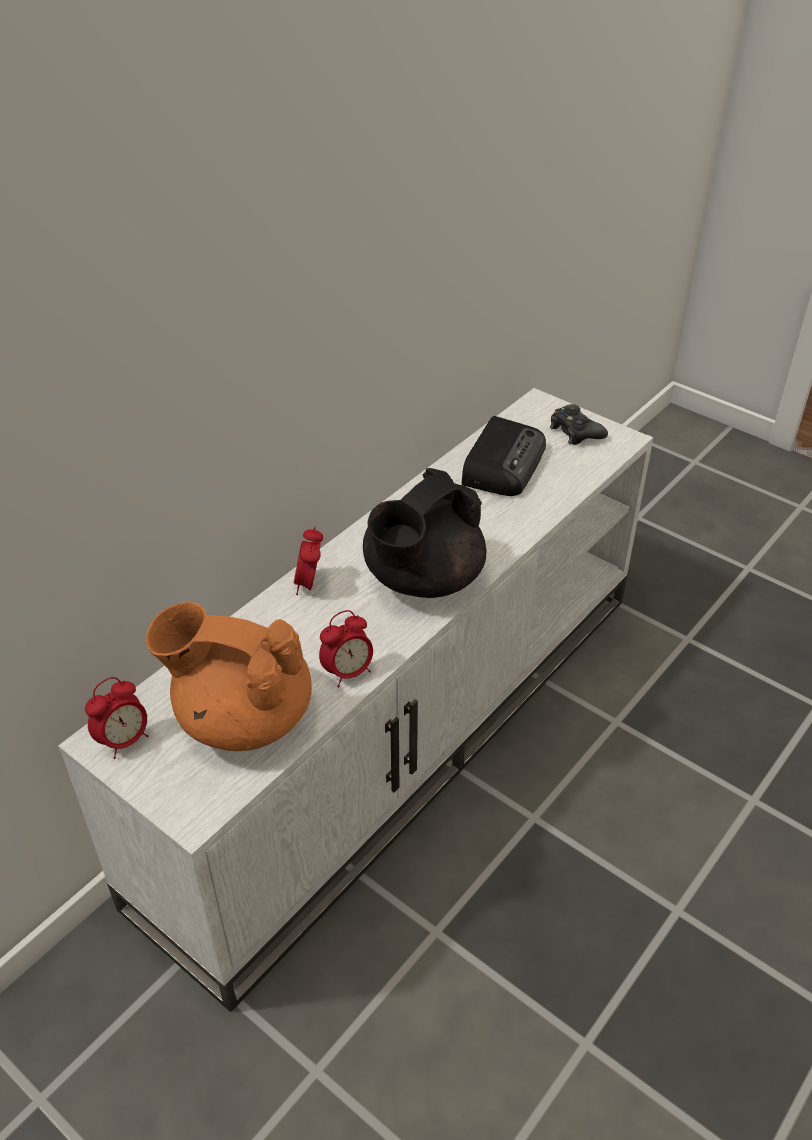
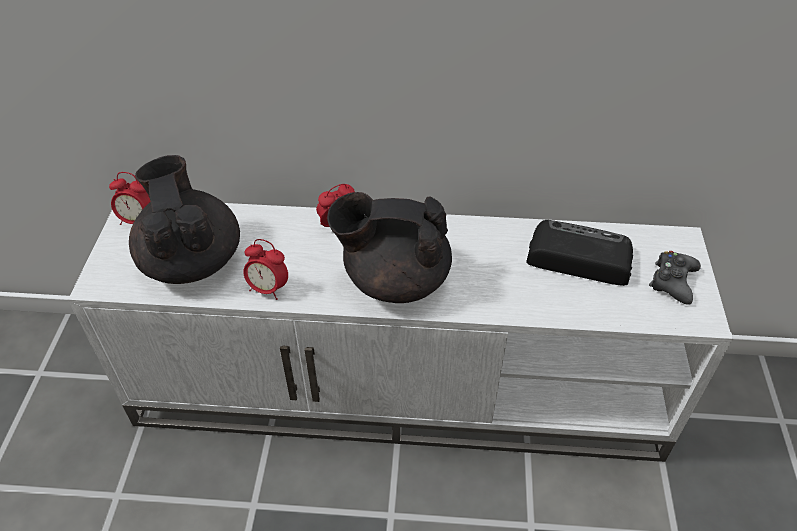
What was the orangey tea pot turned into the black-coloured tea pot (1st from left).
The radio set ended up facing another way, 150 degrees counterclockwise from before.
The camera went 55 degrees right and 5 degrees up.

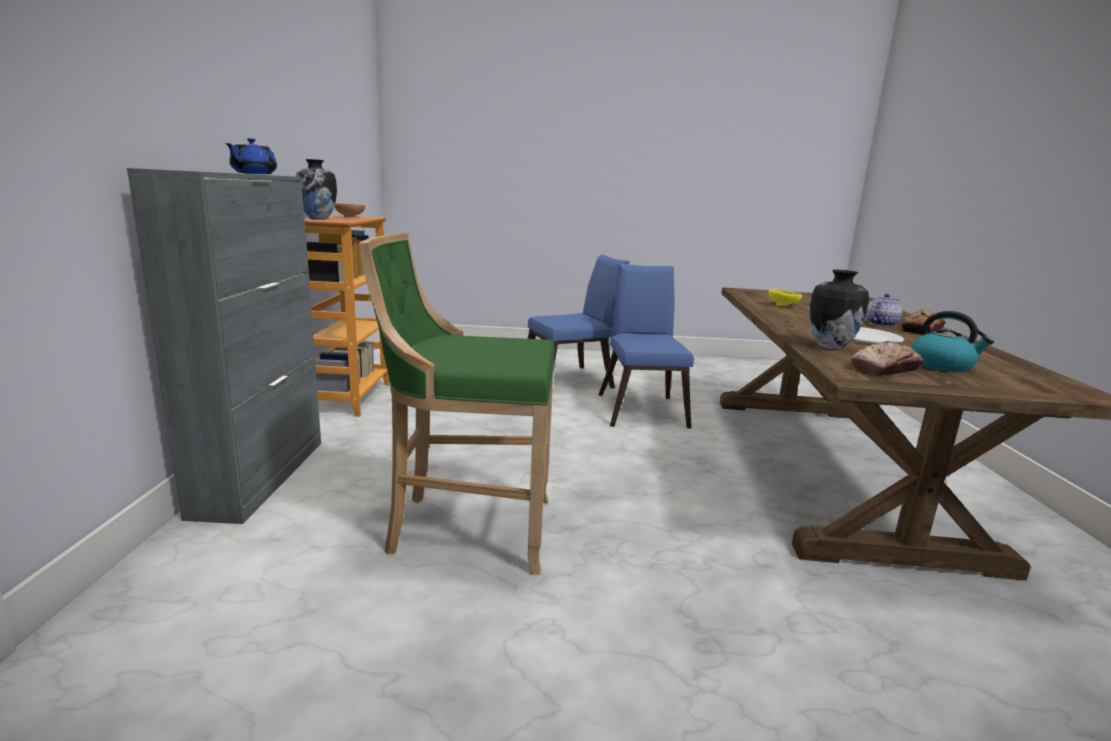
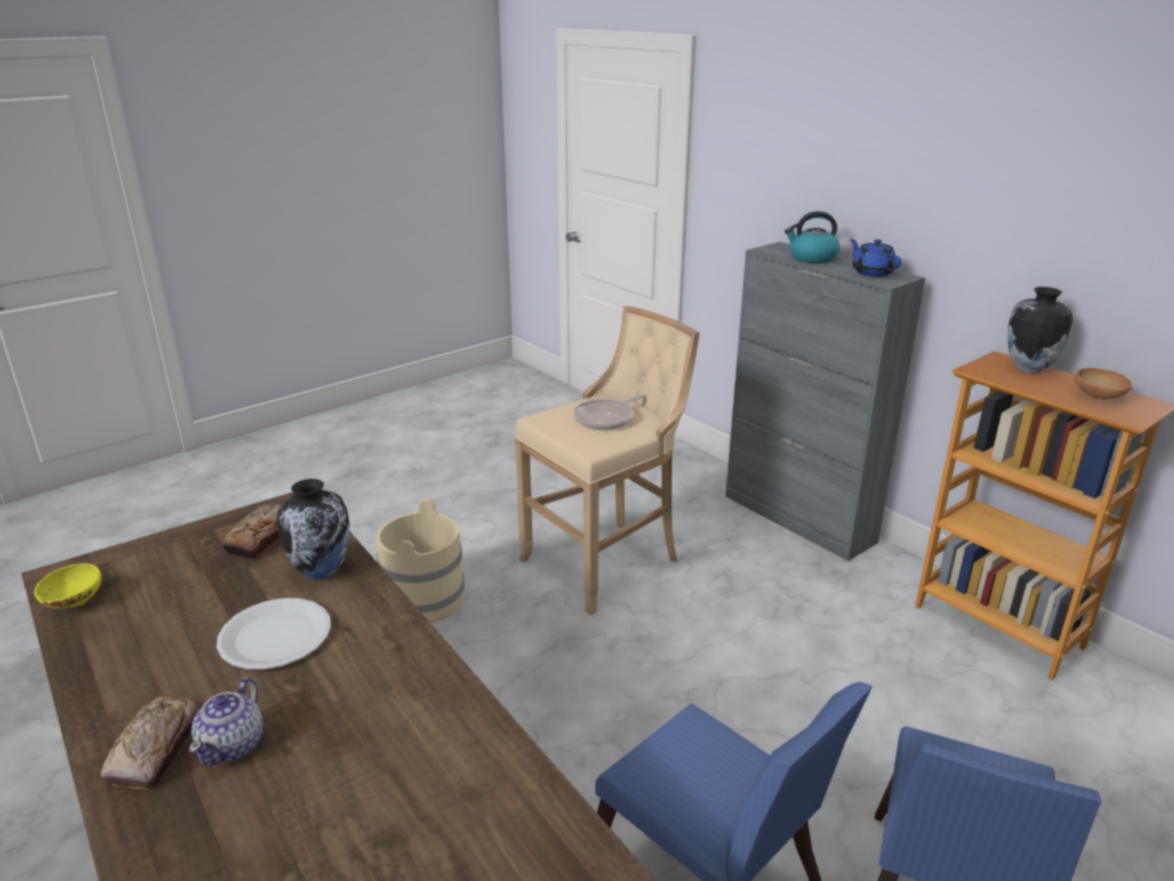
What was the greenish sitting stool turned into the sand-coloured sitting stool.
The yellow serving bowl ended up elsewhere.
The water kettle ended up elsewhere.
The second view gained the sand-coloured bucket.
The second view gained the frying pan.
The camera went 140 degrees right and 10 degrees up.

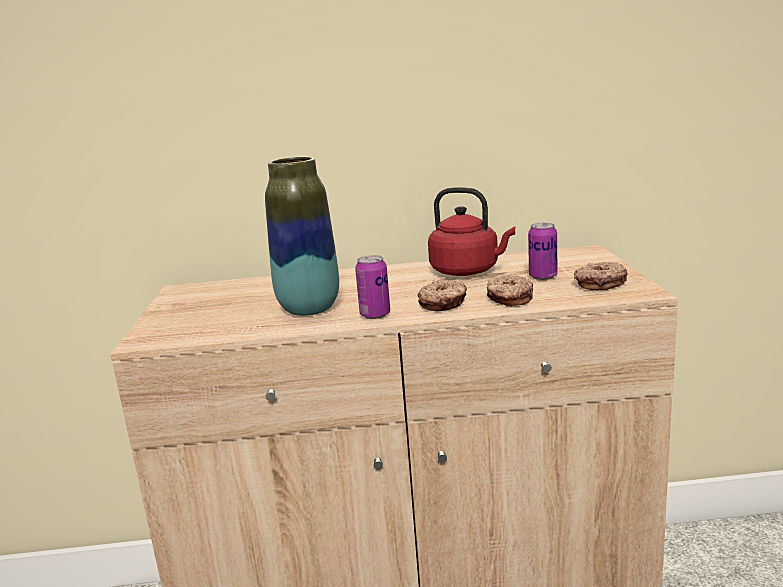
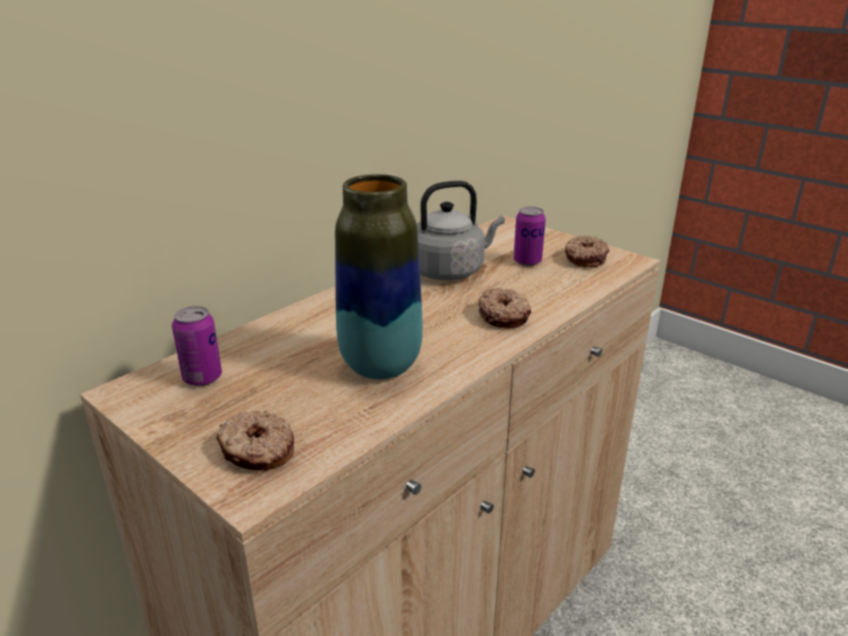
The can (1st from left) ended up elsewhere.
What was the reddish water kettle turned into the gray water kettle.
The doughnut (2nd from left in the first image) ended up elsewhere.
The camera went 45 degrees left and 10 degrees up.

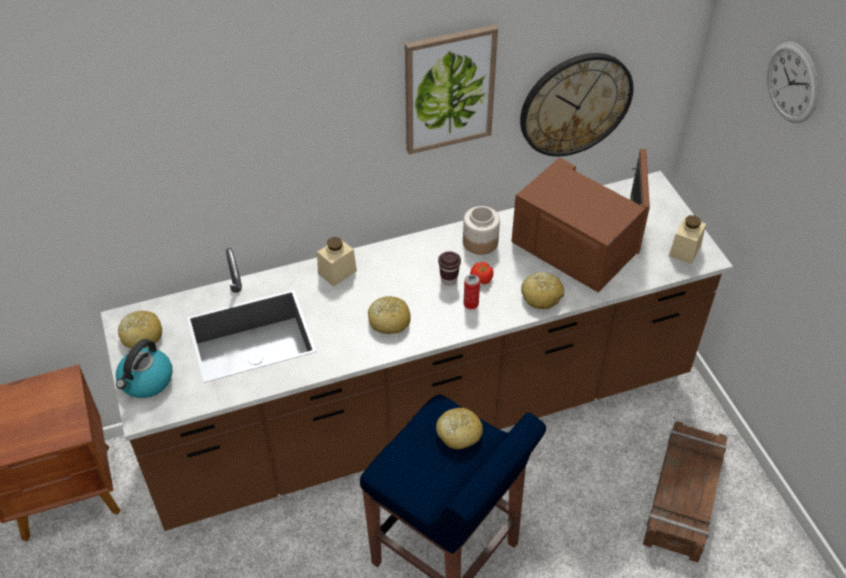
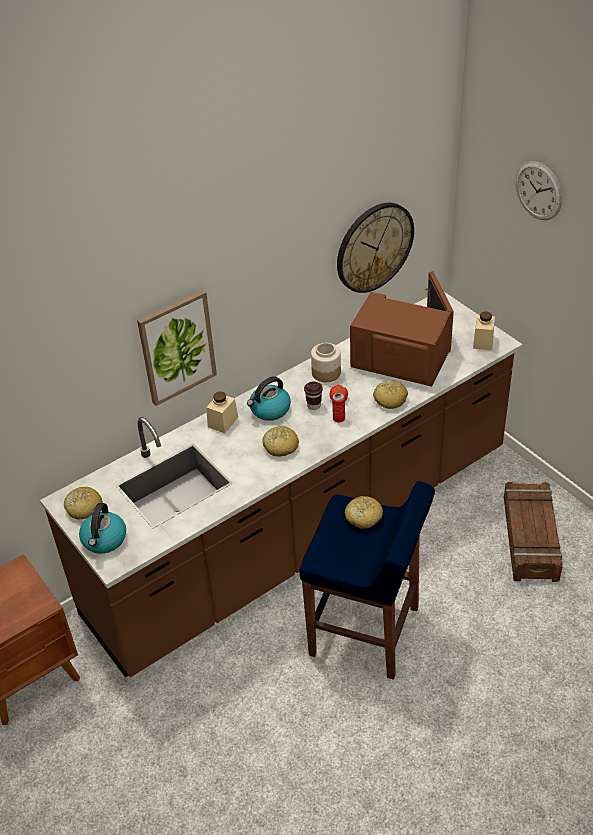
The picture ended up elsewhere.
The second view gained the water kettle (2nd from left).
The camera went 15 degrees left and 5 degrees down.

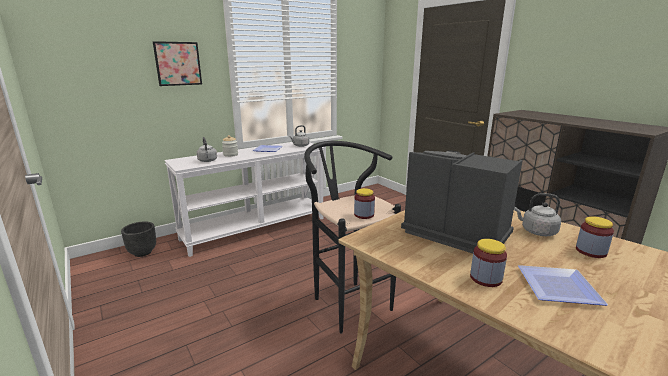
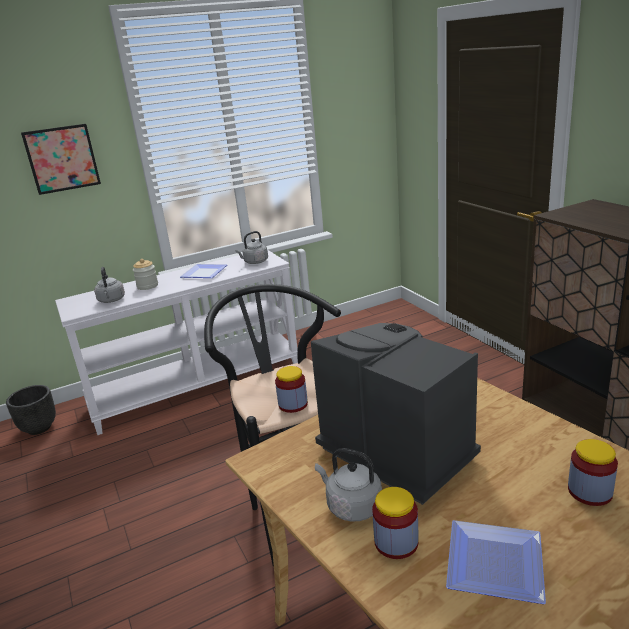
The gray water kettle (3rd from left) ended up elsewhere.
The camera went 10 degrees right and 5 degrees up.

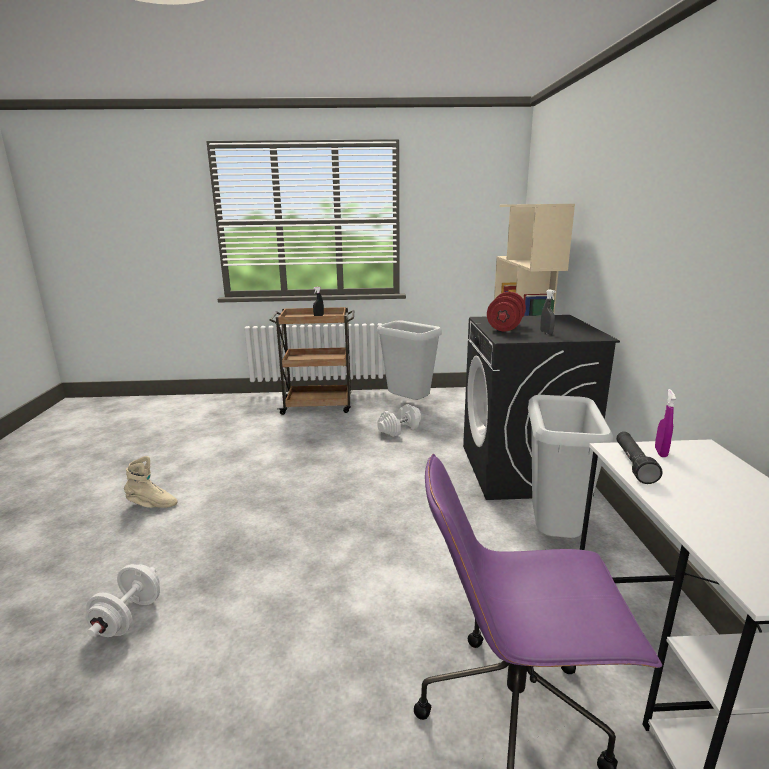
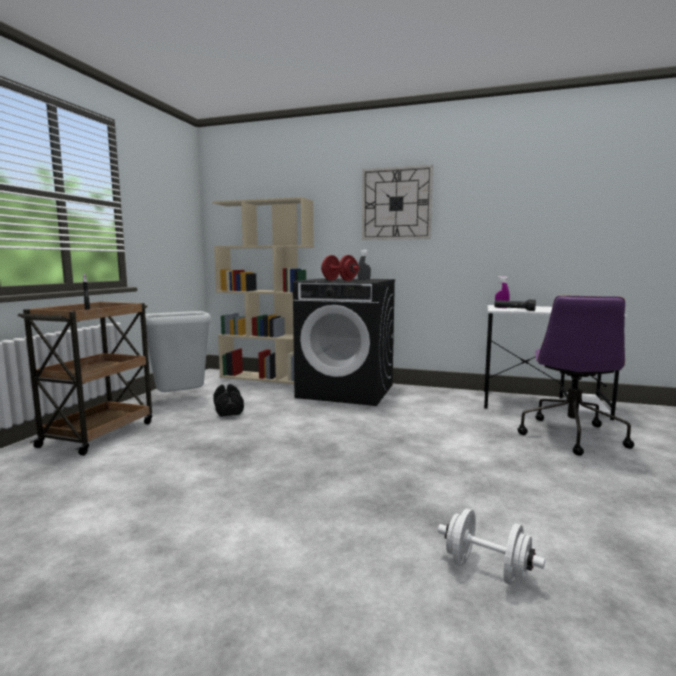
The second view lost the sand-coloured high-top boot.
What was the white free weight (2nd from left) turned into the black-coloured free weight.
The second view lost the gray trash can (2nd from left).
The second view gained the clock on the wall.
The camera went 70 degrees left and 10 degrees down.

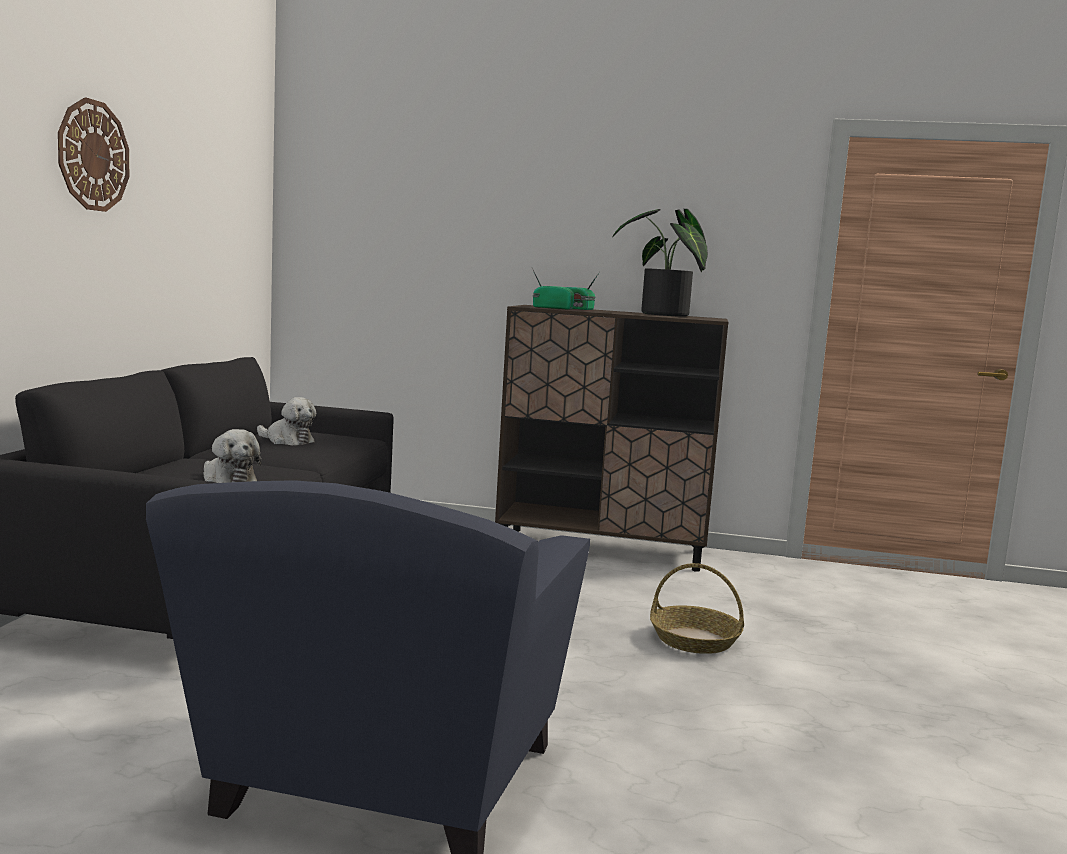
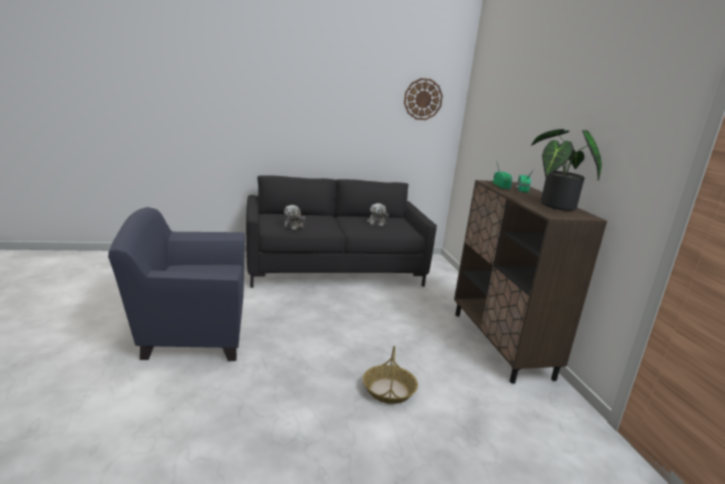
The clock on the wall ended up elsewhere.
The camera went 65 degrees right and 10 degrees up.

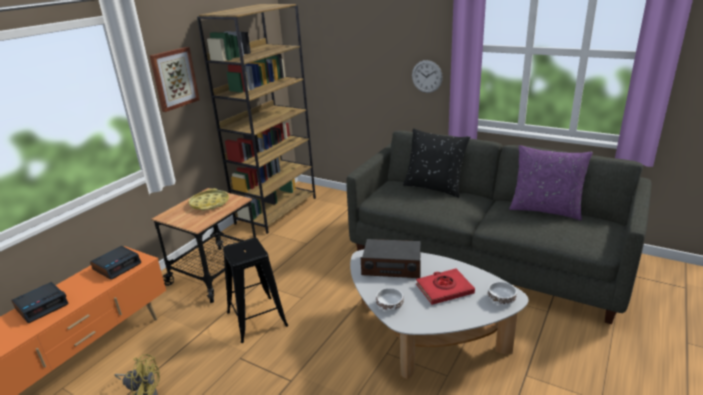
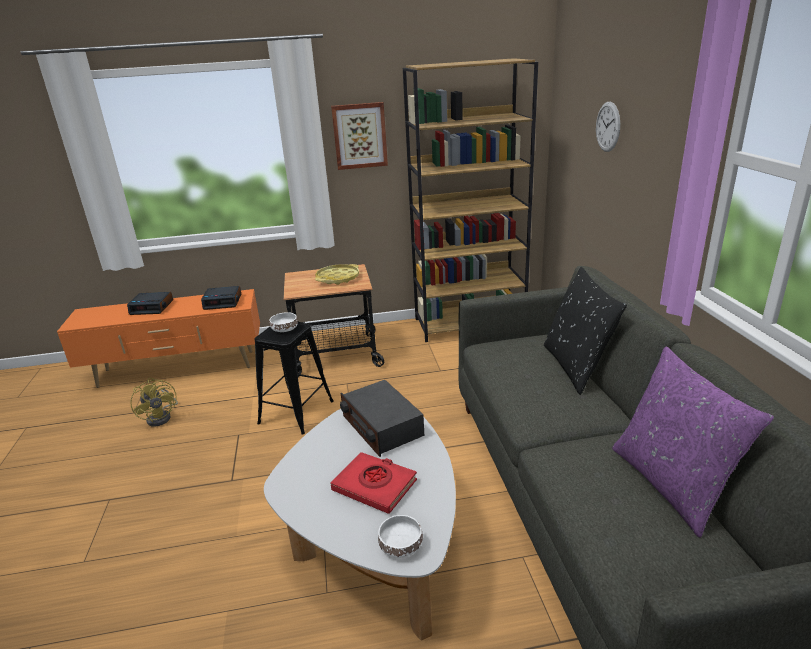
The white serving bowl (1st from left) ended up elsewhere.
The clock on the wall ended up elsewhere.
The camera went 50 degrees right and 0 degrees up.

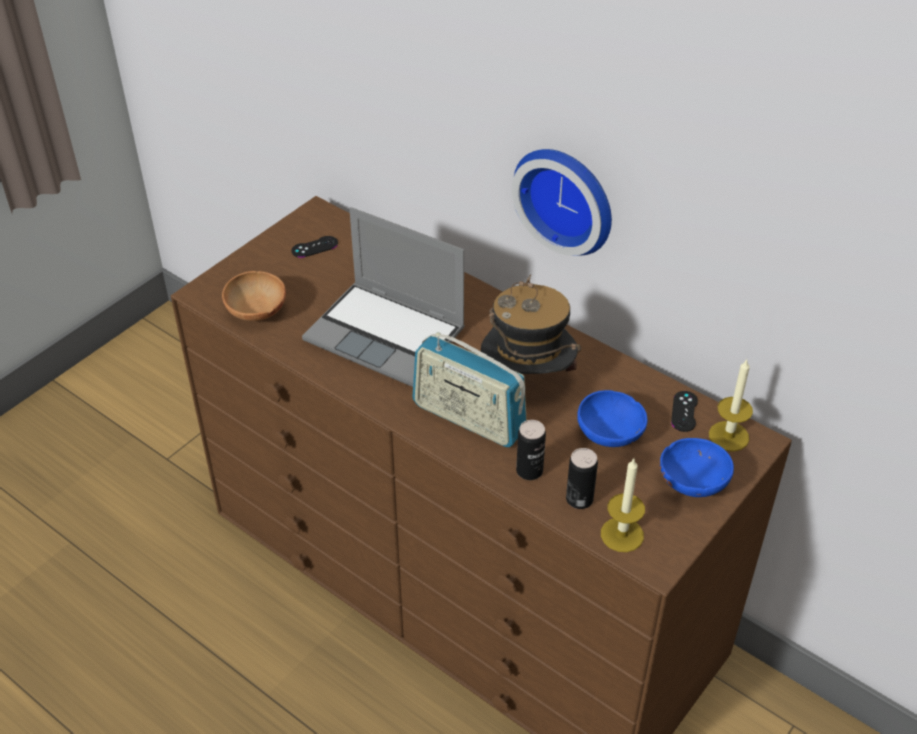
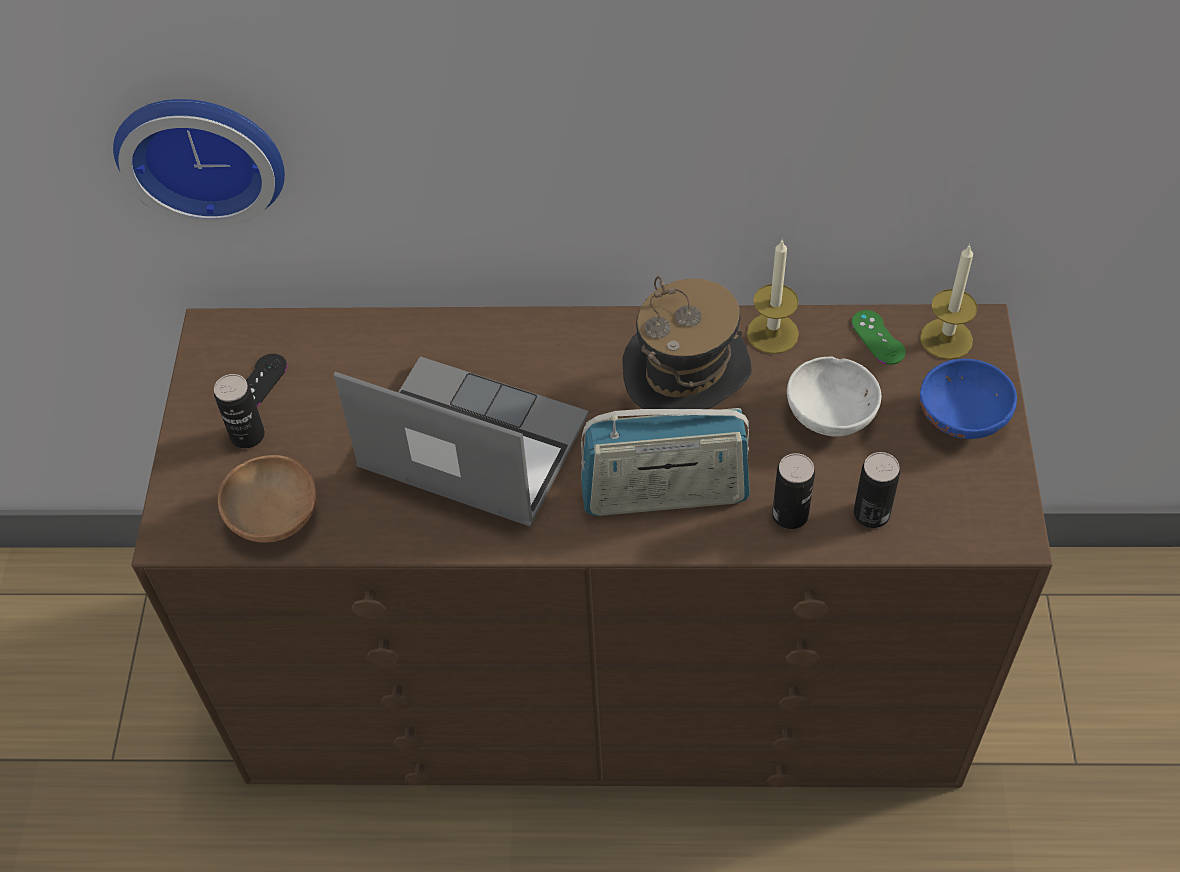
The portable computer ended up facing another way, 150 degrees counterclockwise from before.
The clock on the wall ended up elsewhere.
What was the blue-coloured serving bowl (1st from left) turned into the white serving bowl.
The wax light (1st from left) ended up elsewhere.
What was the black-coloured gamepad (2nd from left) turned into the greenish gamepad.
The second view gained the can (1st from left).
The camera went 35 degrees left and 10 degrees up.

